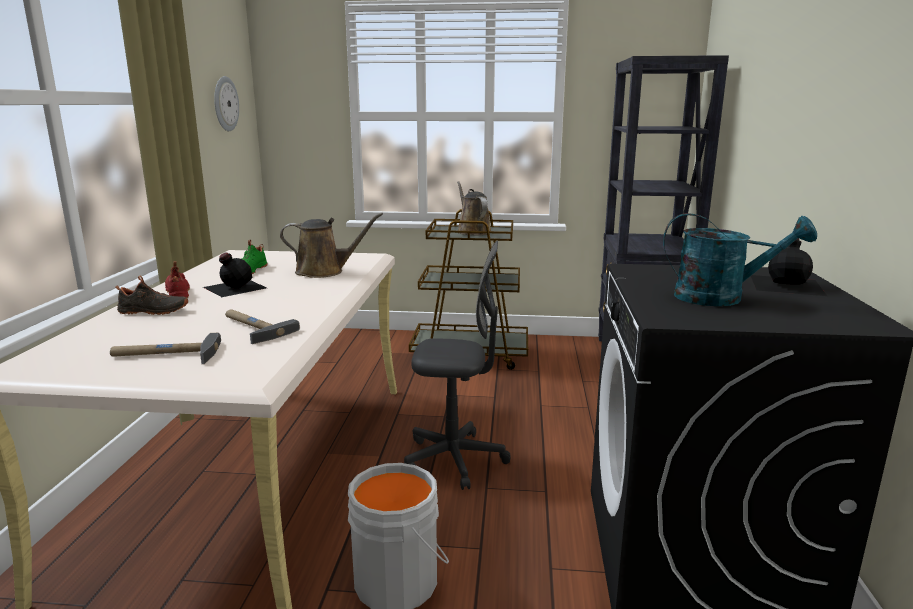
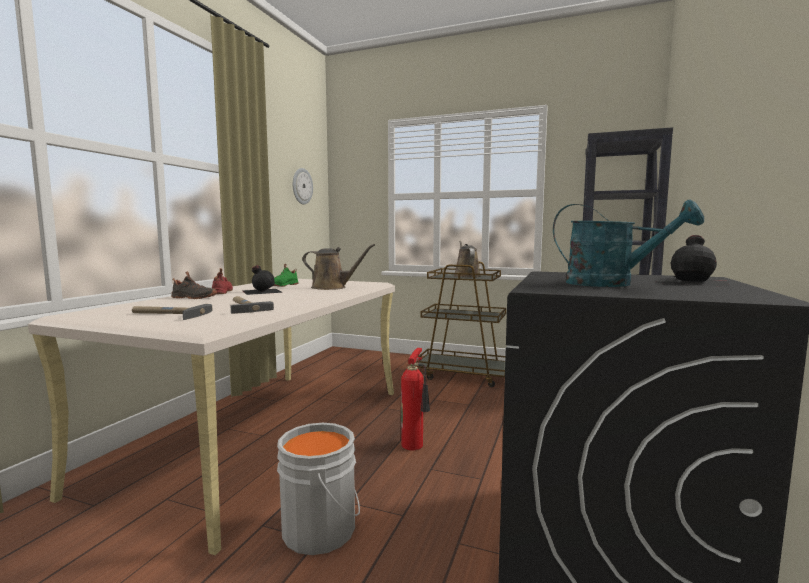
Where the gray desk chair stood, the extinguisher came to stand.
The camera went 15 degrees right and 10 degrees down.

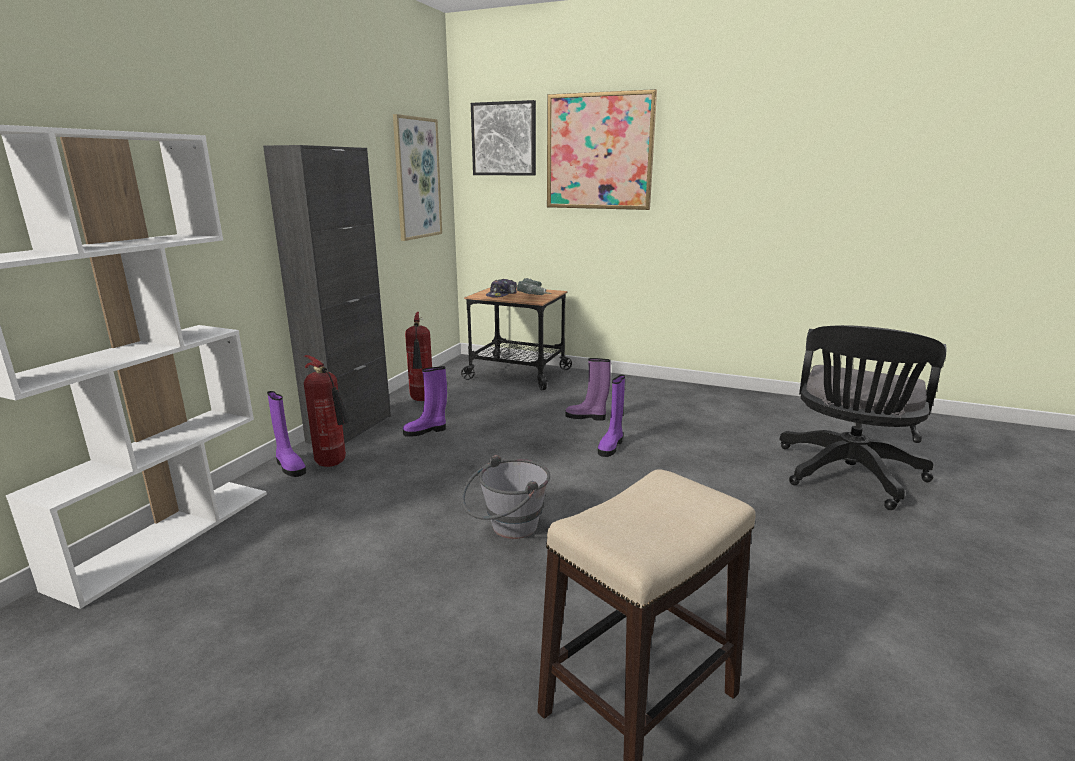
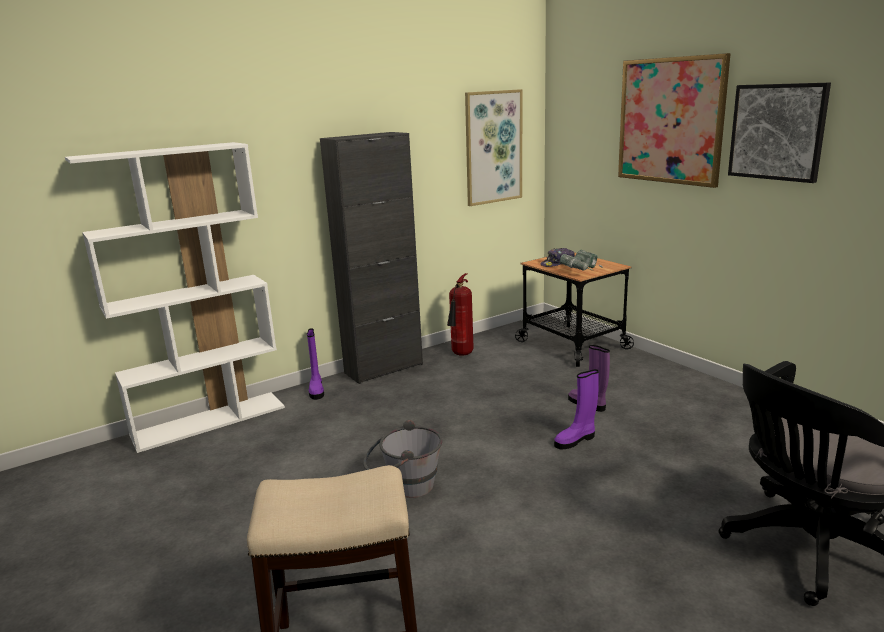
The second view lost the extinguisher (1st from left).
The second view lost the purplish high-top boot (2nd from left).
The picture (2nd from left in the first image) ended up elsewhere.
The camera went 35 degrees right and 0 degrees up.

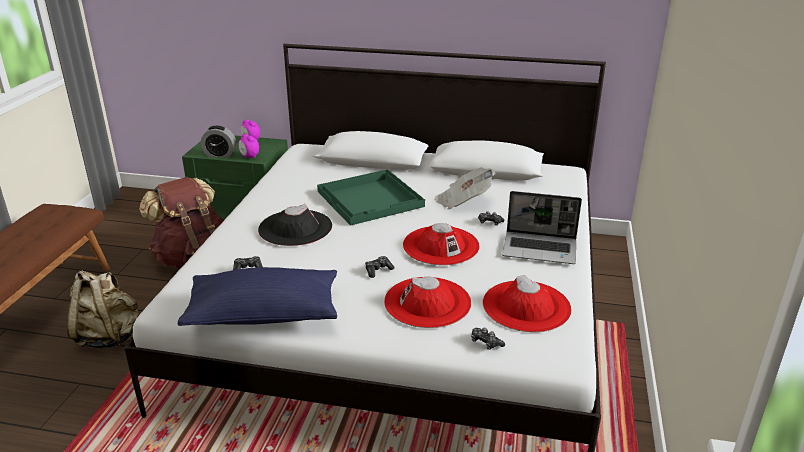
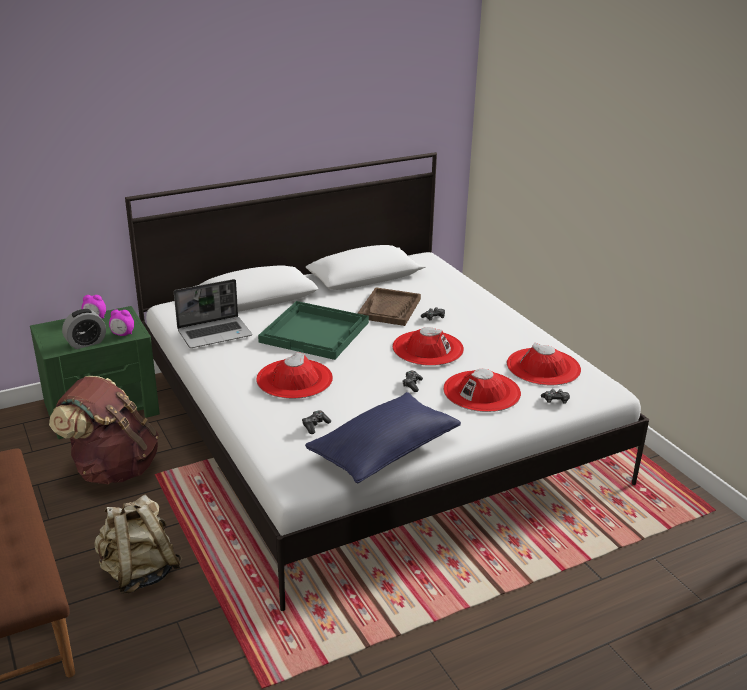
What was the black-coloured wearable hat turned into the reddish wearable hat (1st from left).
Where the printed paper stood, the brown-coloured tray came to stand.
The portable computer ended up elsewhere.
The camera went 40 degrees left and 0 degrees up.

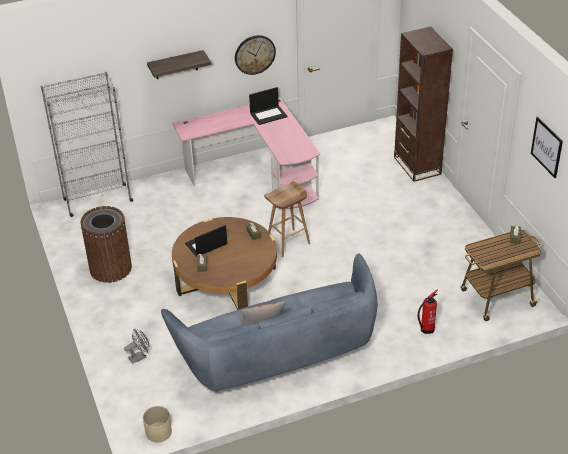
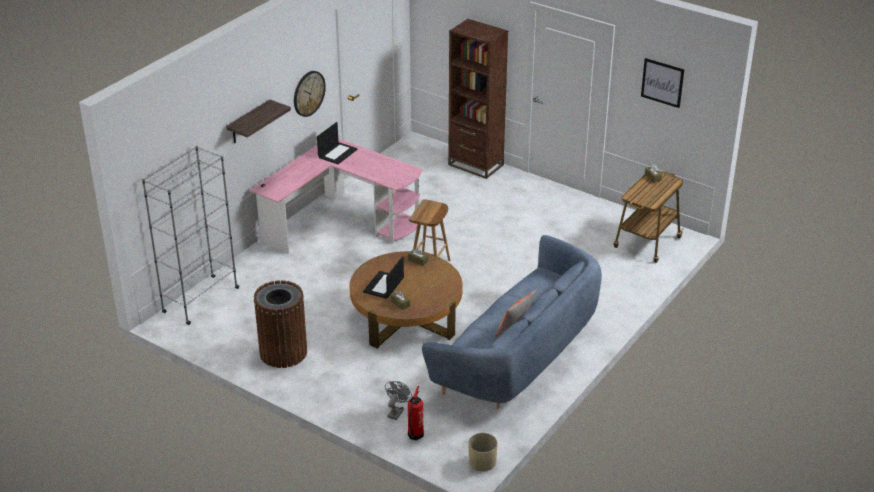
The extinguisher ended up elsewhere.
The camera went 35 degrees left and 5 degrees down.

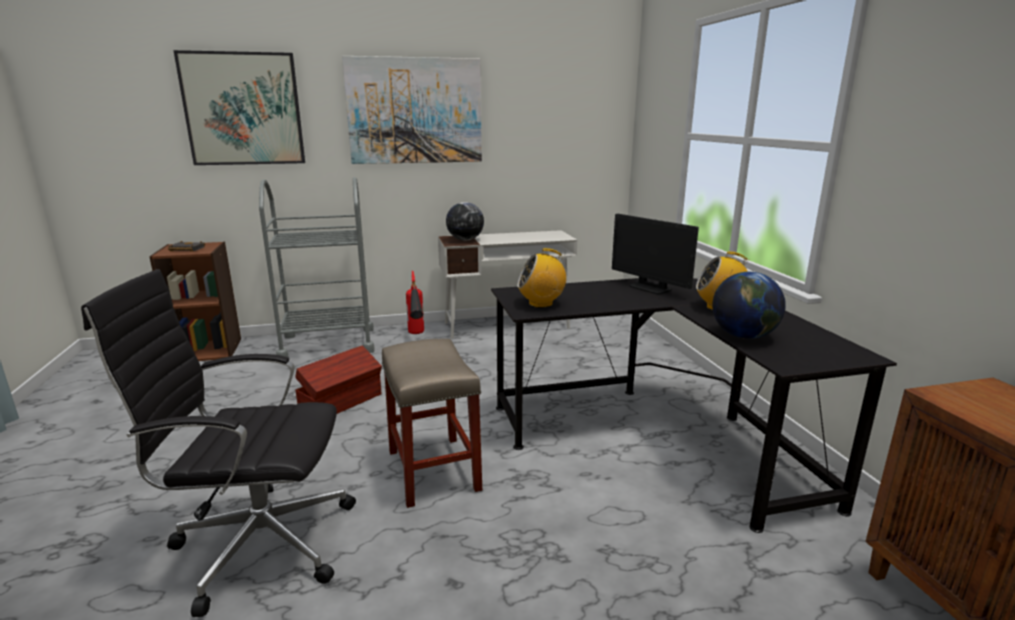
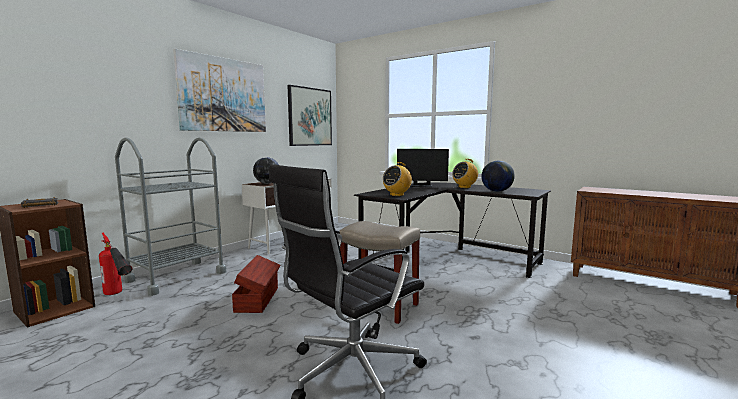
The picture (1st from left in the first image) ended up elsewhere.
The extinguisher ended up elsewhere.
The camera went 40 degrees left and 10 degrees down.

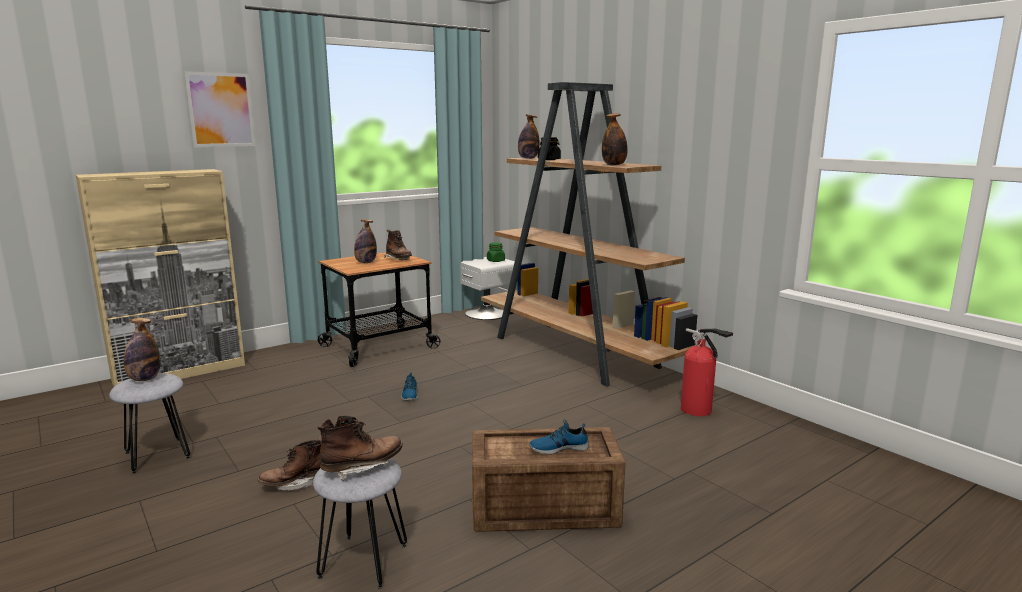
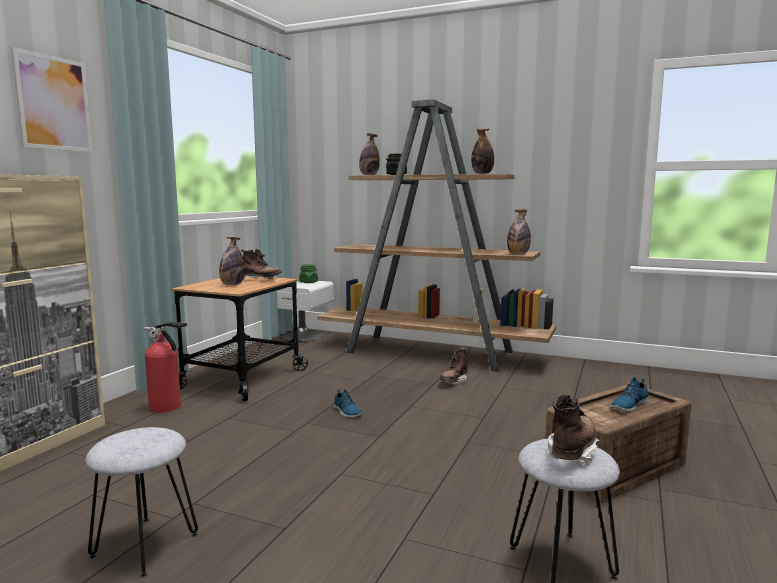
The beverage bottle (1st from left in the first image) ended up elsewhere.
The brown-coloured high-top boot (1st from left in the first image) ended up elsewhere.
The extinguisher ended up elsewhere.
The camera went 30 degrees left and 5 degrees down.

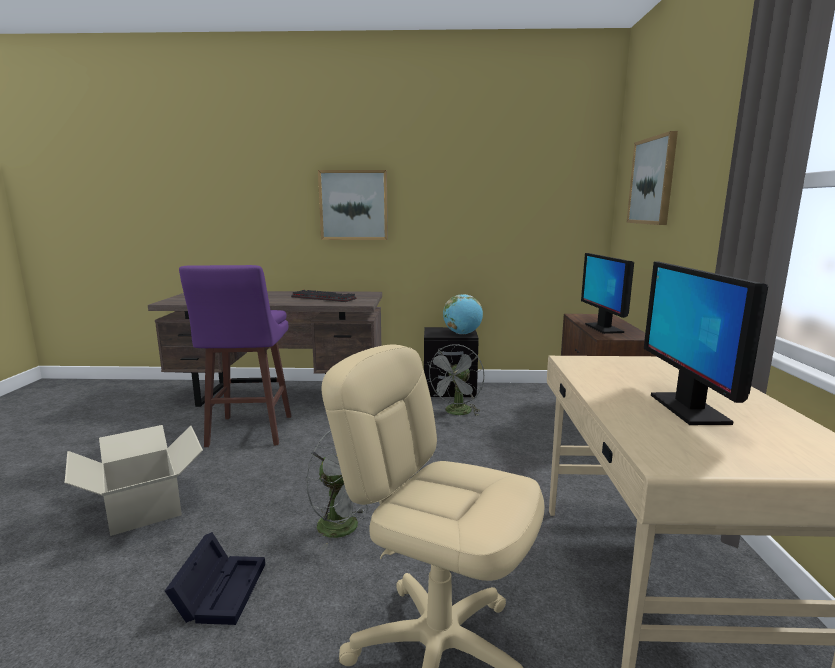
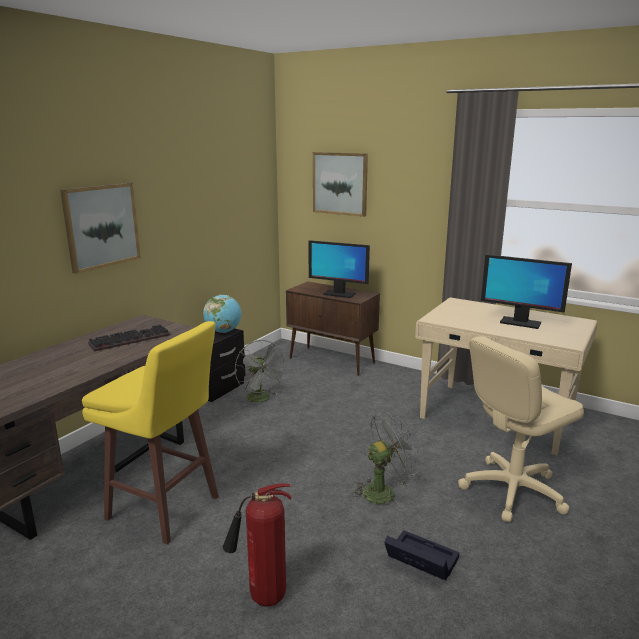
Where the cardboard box stood, the extinguisher came to stand.
What was the purplish sitting stool turned into the yellow sitting stool.
The camera went 60 degrees left and 5 degrees up.

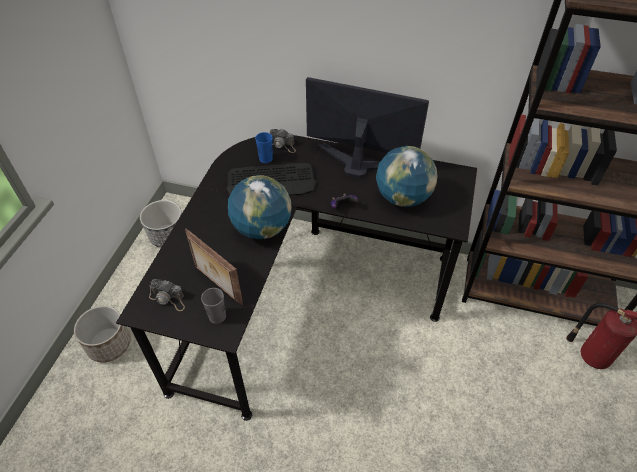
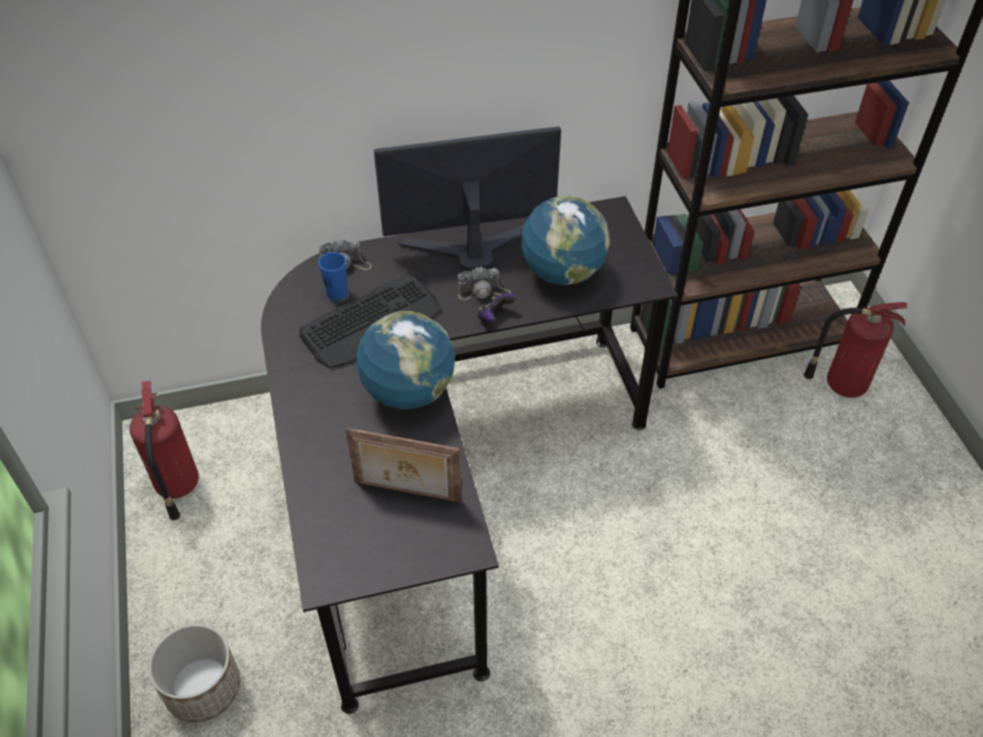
Where the plant pot (2nd from left) stood, the extinguisher (1st from left) came to stand.
The still camera (1st from left in the first image) ended up elsewhere.
The second view lost the gray cup.
The camera went 30 degrees left and 0 degrees up.

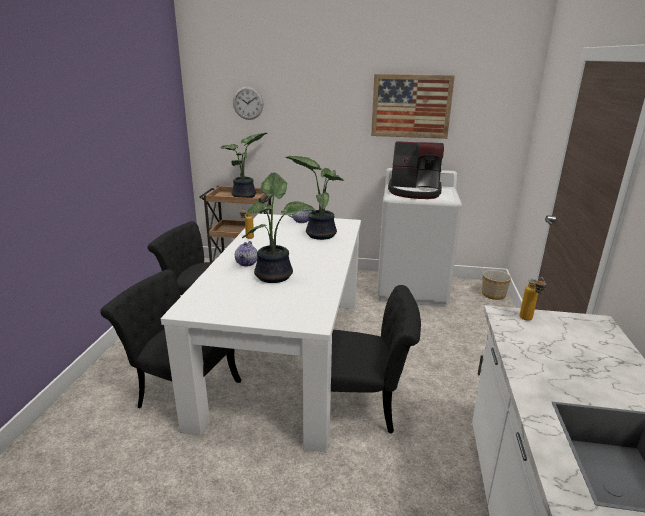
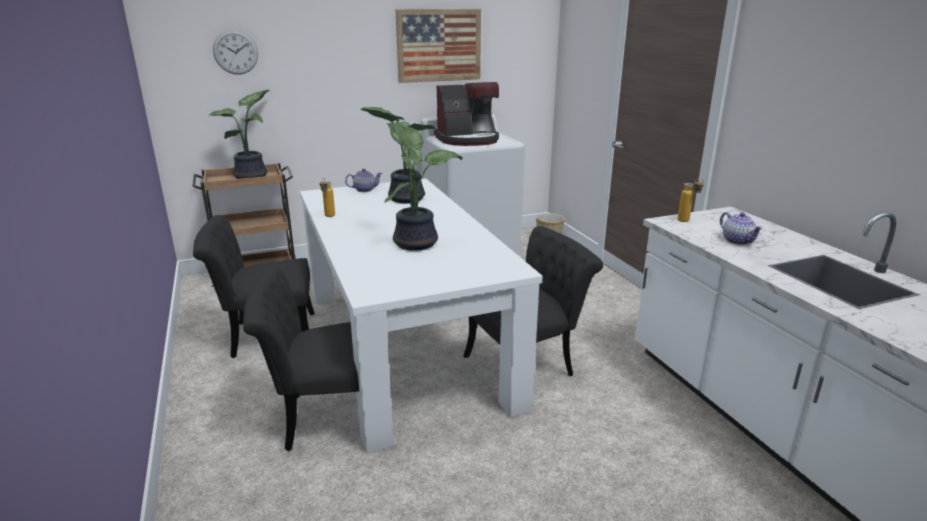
The tea pot (1st from left in the first image) ended up elsewhere.
The camera went 30 degrees left and 0 degrees up.

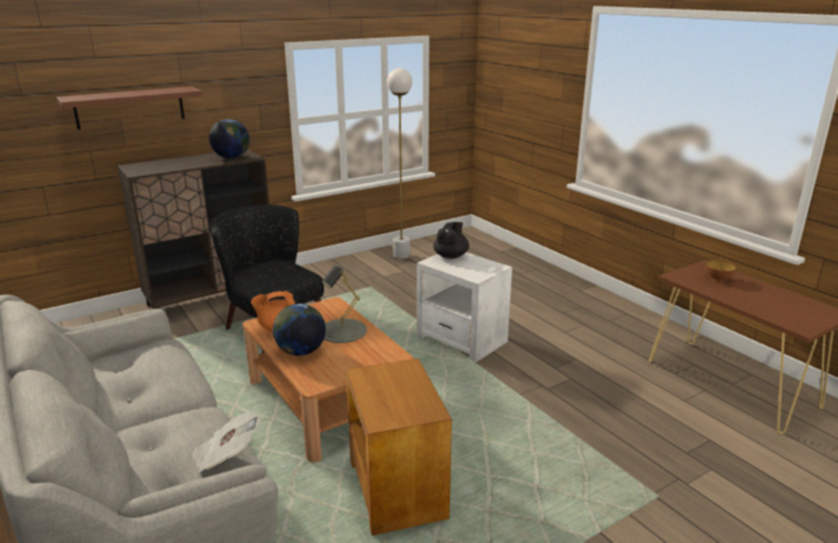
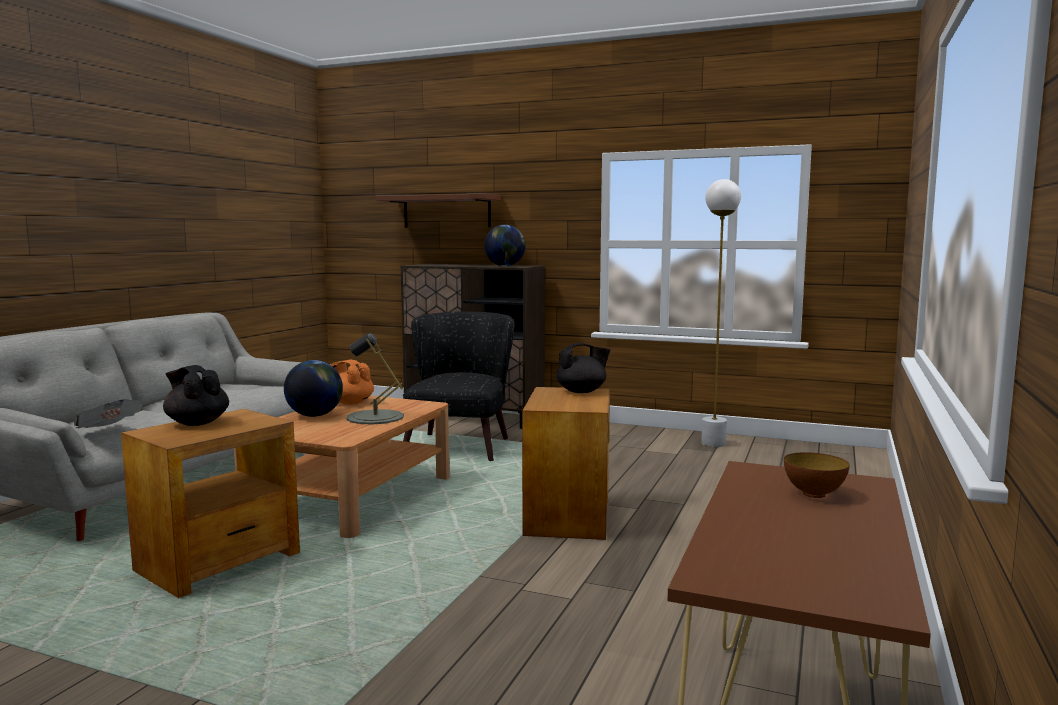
What was the white end table turned into the brown-coloured end table (2nd from left).
The second view gained the black-coloured tea pot (1st from left).
The camera went 55 degrees right and 15 degrees down.

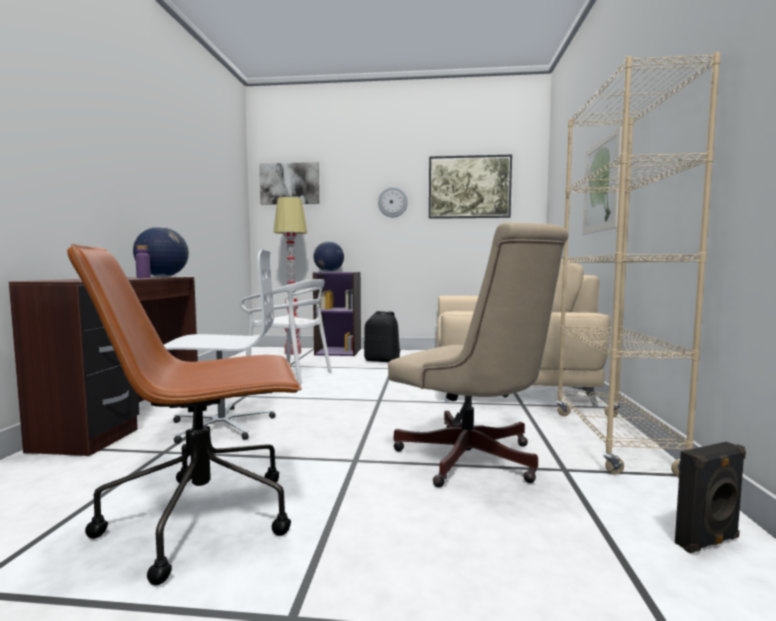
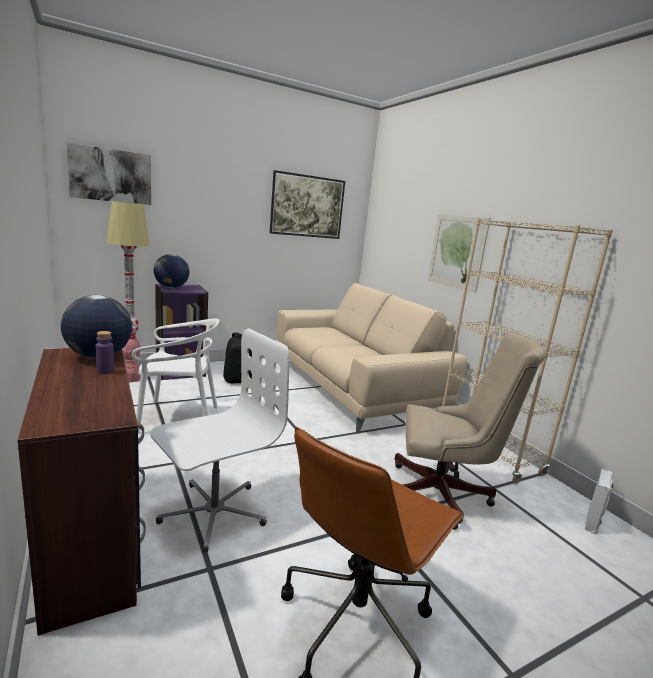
The second view lost the clock on the wall.
What was the black-coloured loudspeaker turned into the white loudspeaker.
The camera went 35 degrees left and 10 degrees up.

